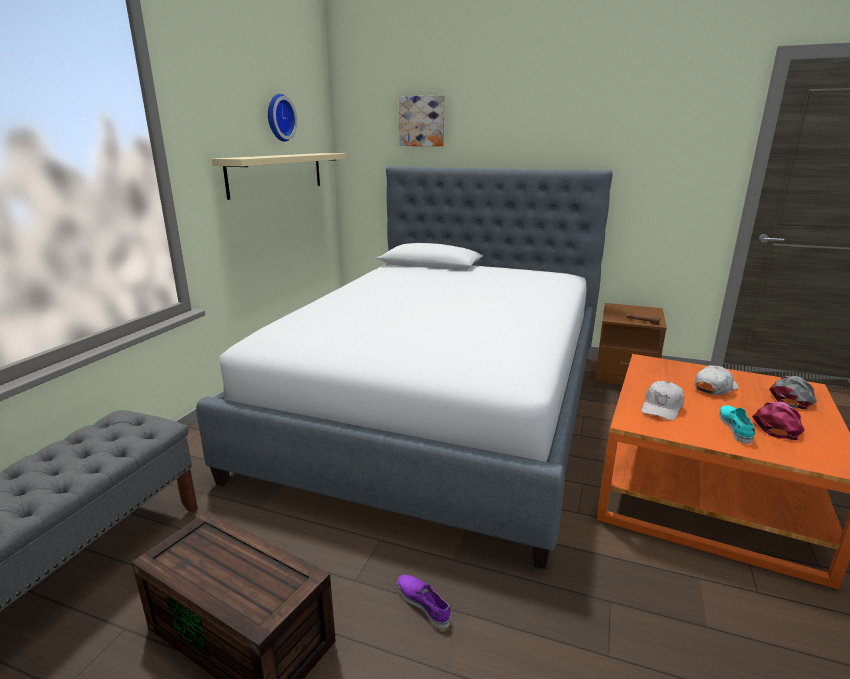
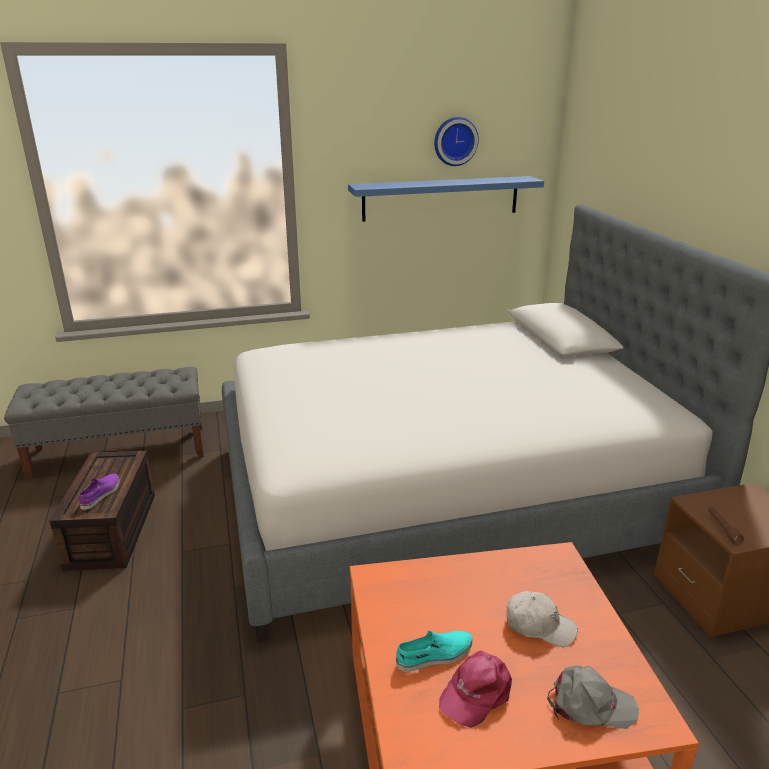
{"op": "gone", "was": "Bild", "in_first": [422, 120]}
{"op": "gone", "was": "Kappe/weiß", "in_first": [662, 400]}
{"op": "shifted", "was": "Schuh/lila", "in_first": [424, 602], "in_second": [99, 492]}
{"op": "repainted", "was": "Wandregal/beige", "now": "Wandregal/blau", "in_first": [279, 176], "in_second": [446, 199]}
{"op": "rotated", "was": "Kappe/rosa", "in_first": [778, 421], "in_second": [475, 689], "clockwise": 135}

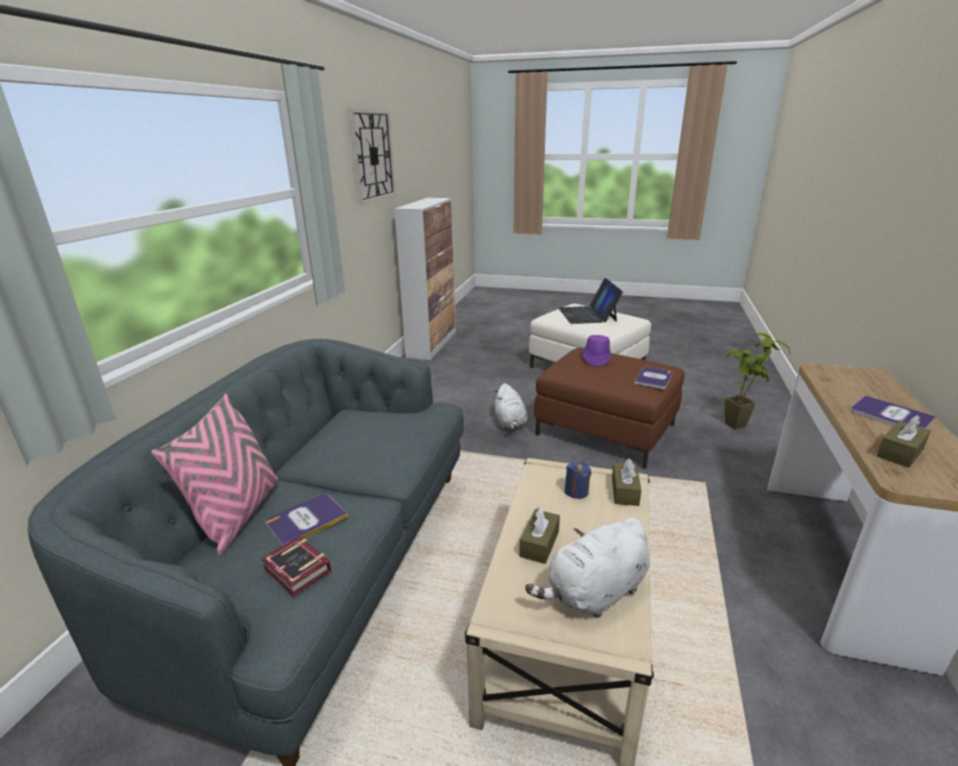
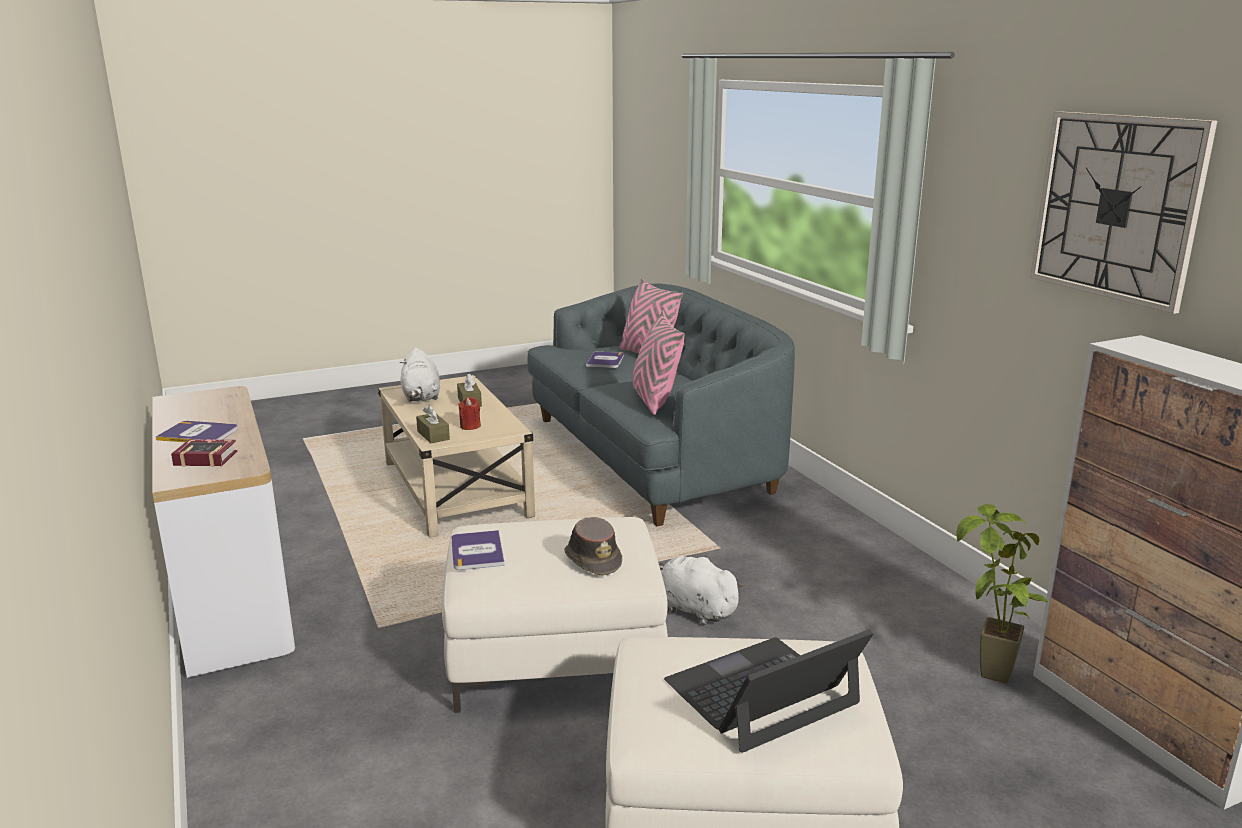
{"op": "gone", "was": "Taschentuchbox/braun", "in_first": [904, 441]}
{"op": "new", "now": "Kissen/rosa", "in_second": [658, 363]}
{"op": "shifted", "was": "Buch", "in_first": [297, 566], "in_second": [204, 453]}
{"op": "shifted", "was": "Topfpflanze", "in_first": [757, 381], "in_second": [1002, 594]}
{"op": "repainted", "was": "Polsterhocker/braun", "now": "Polsterhocker/weiß", "in_first": [609, 408], "in_second": [555, 615]}
{"op": "repainted", "was": "Kerze/blau", "now": "Kerze/rot", "in_first": [577, 480], "in_second": [469, 413]}
{"op": "repainted", "was": "Hut/lila", "now": "Hut/braun", "in_first": [597, 350], "in_second": [593, 546]}
{"op": "rotated", "was": "Plüschtier/weiß", "in_first": [587, 568], "in_second": [420, 375], "clockwise": 150}
{"op": "rotated", "was": "Laptop", "in_first": [591, 301], "in_second": [768, 691], "clockwise": -75}

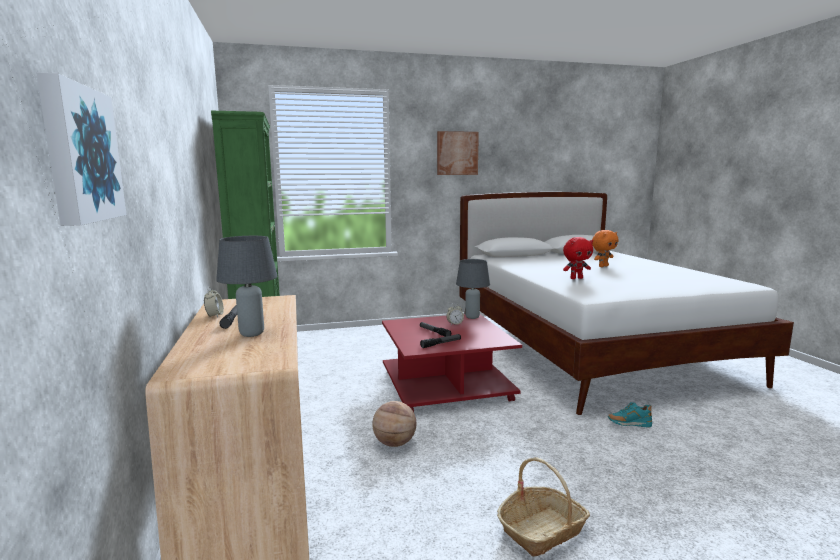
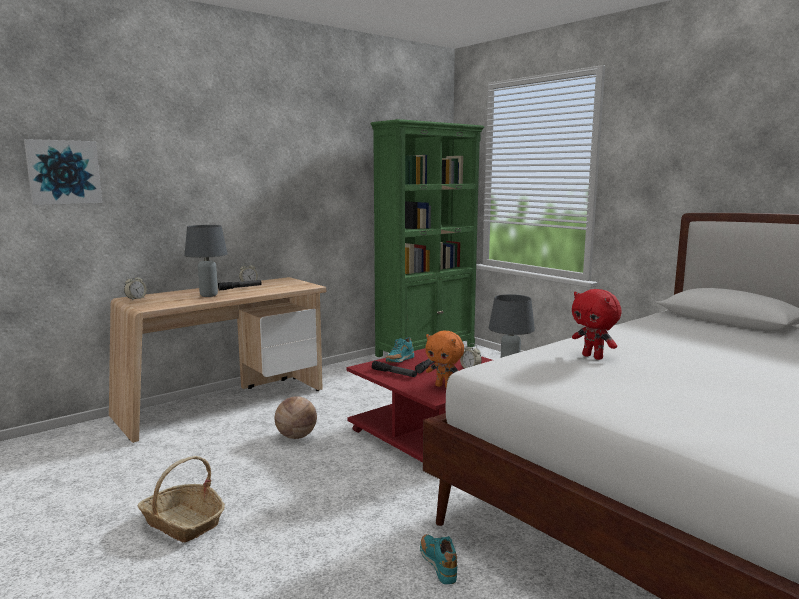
{"op": "gone", "was": "Bild", "in_first": [458, 153]}
{"op": "new", "now": "Wecker", "in_second": [135, 287]}
{"op": "new", "now": "Schuh/türkis", "in_second": [400, 350]}
{"op": "shifted", "was": "Plüschtier/orange", "in_first": [605, 248], "in_second": [444, 359]}

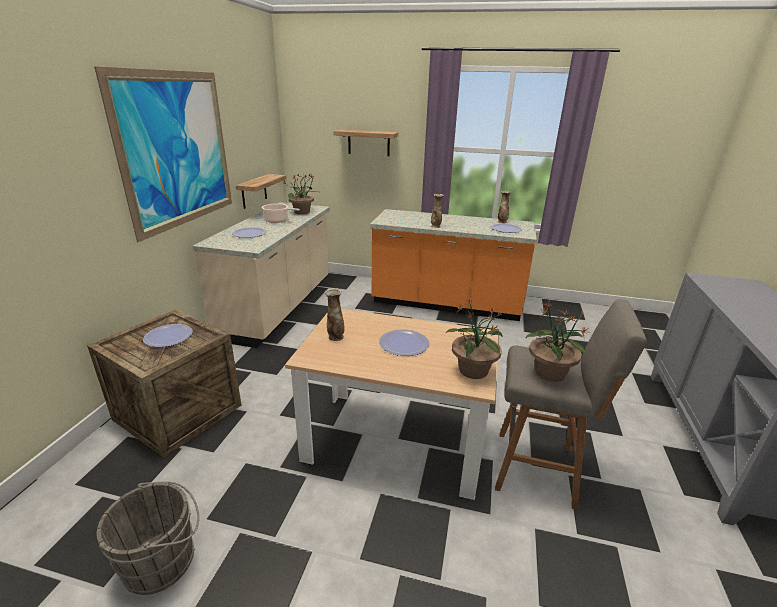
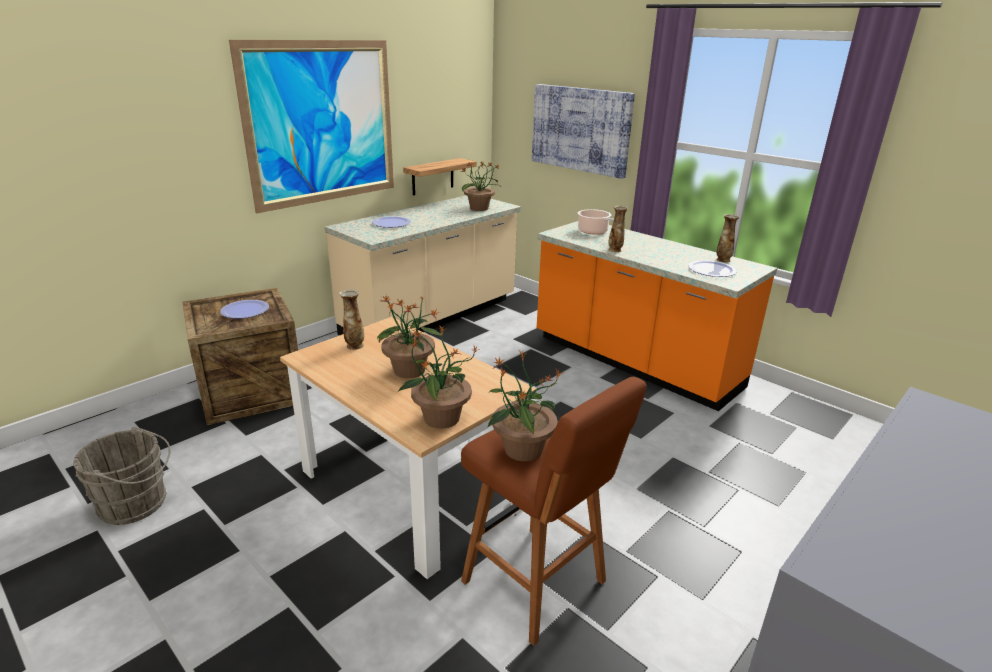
{"op": "shifted", "was": "Kochtopf", "in_first": [281, 213], "in_second": [596, 221]}
{"op": "swapped", "was": "Wandregal", "now": "Bild", "in_first": [365, 142], "in_second": [583, 131]}
{"op": "swapped", "was": "Teller", "now": "Topfpflanze", "in_first": [404, 342], "in_second": [409, 336]}
{"op": "repainted", "was": "Hocker/grau", "now": "Hocker/braun", "in_first": [571, 404], "in_second": [554, 511]}

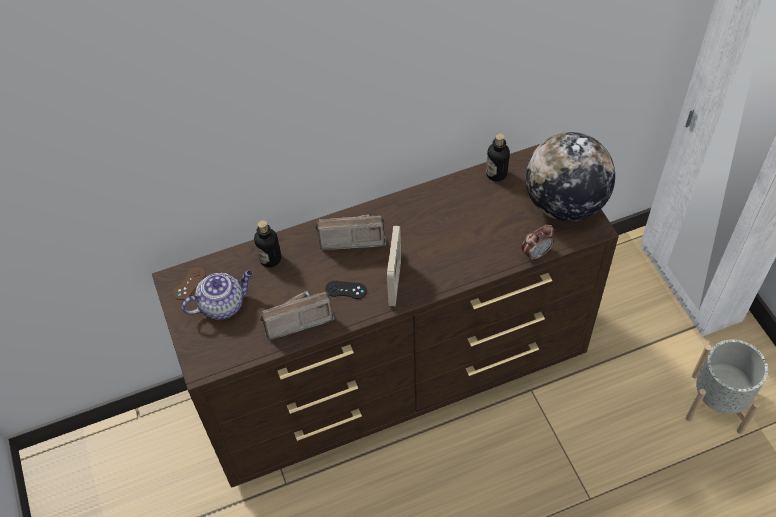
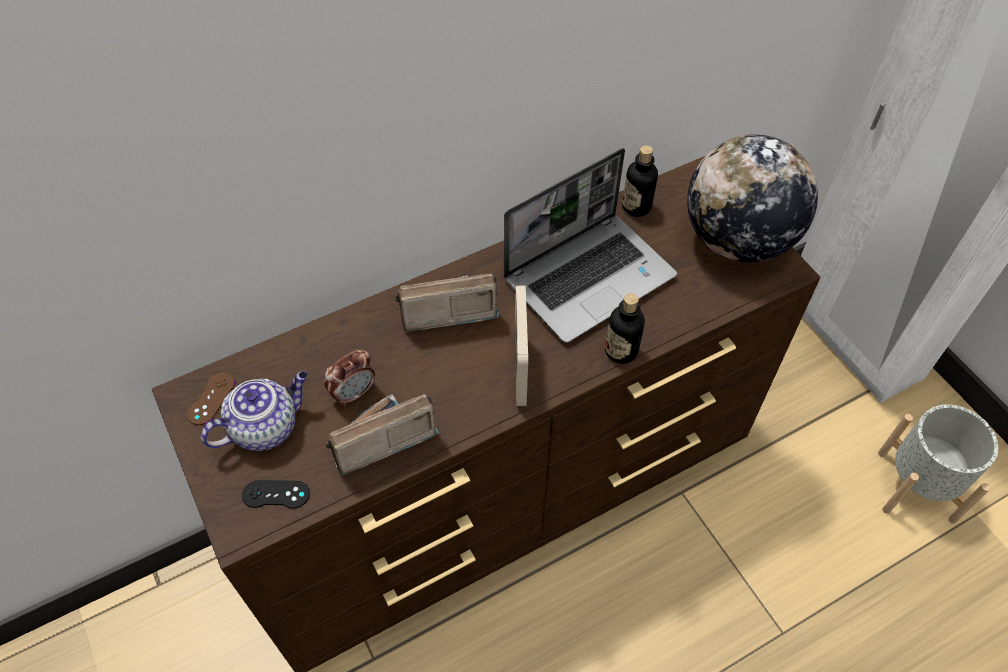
{"op": "new", "now": "Laptop", "in_second": [590, 245]}
{"op": "shifted", "was": "Flasche", "in_first": [267, 243], "in_second": [625, 328]}
{"op": "shifted", "was": "Gamepad/schwarz", "in_first": [346, 290], "in_second": [276, 494]}
{"op": "shifted", "was": "Wecker", "in_first": [537, 243], "in_second": [349, 377]}

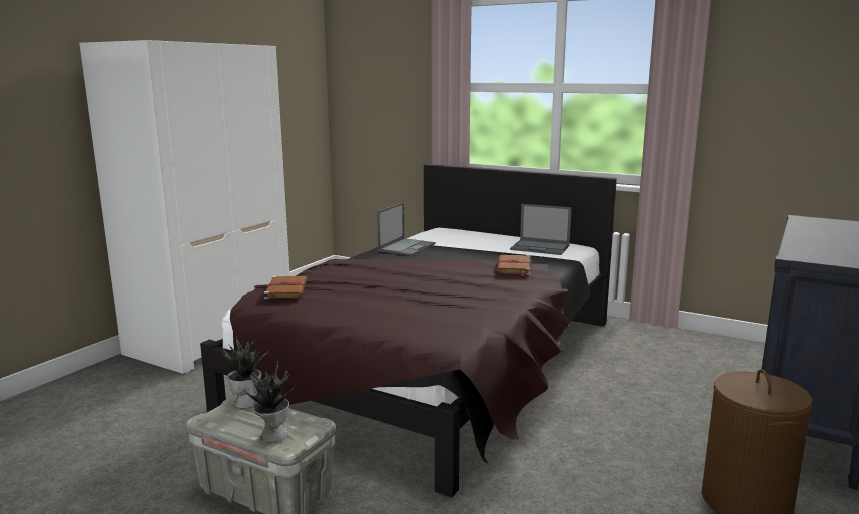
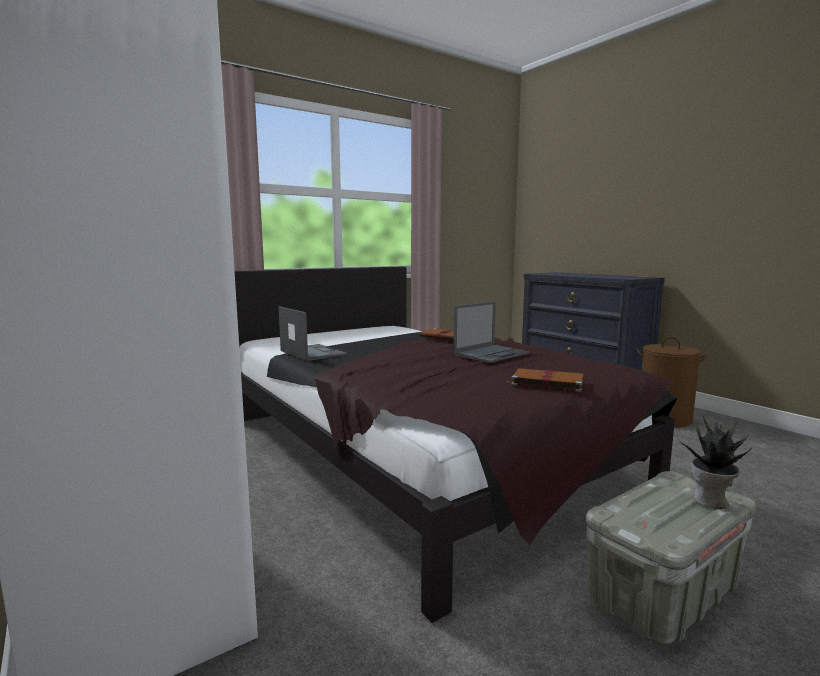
{"op": "gone", "was": "Topfpflanze", "in_first": [246, 372]}
{"op": "shifted", "was": "Buch/braun", "in_first": [286, 287], "in_second": [545, 380]}
{"op": "shifted", "was": "Laptop", "in_first": [541, 229], "in_second": [491, 332]}

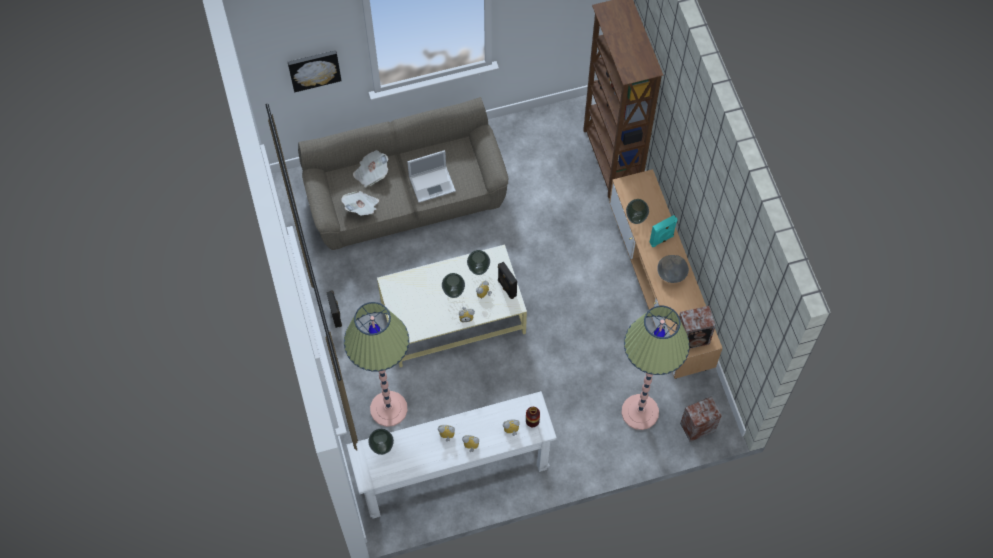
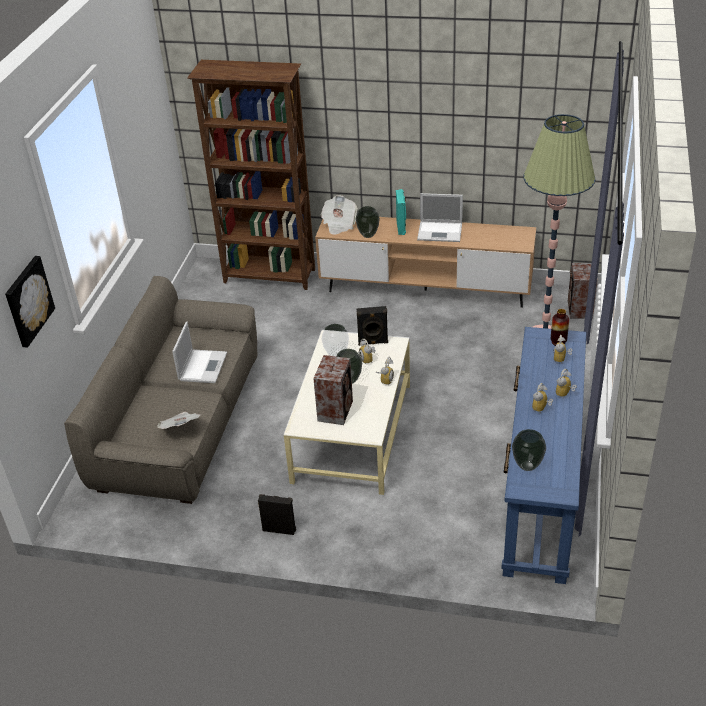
{"op": "gone", "was": "Stehlampe", "in_first": [376, 364]}
{"op": "shifted", "was": "Zeitung", "in_first": [371, 168], "in_second": [339, 215]}
{"op": "shifted", "was": "Lautsprecher", "in_first": [695, 327], "in_second": [333, 390]}
{"op": "swapped", "was": "Schüssel/grau", "now": "Laptop", "in_first": [673, 269], "in_second": [440, 217]}
{"op": "repainted", "was": "Konsolentisch/weiß", "now": "Konsolentisch/blau", "in_first": [451, 455], "in_second": [544, 455]}

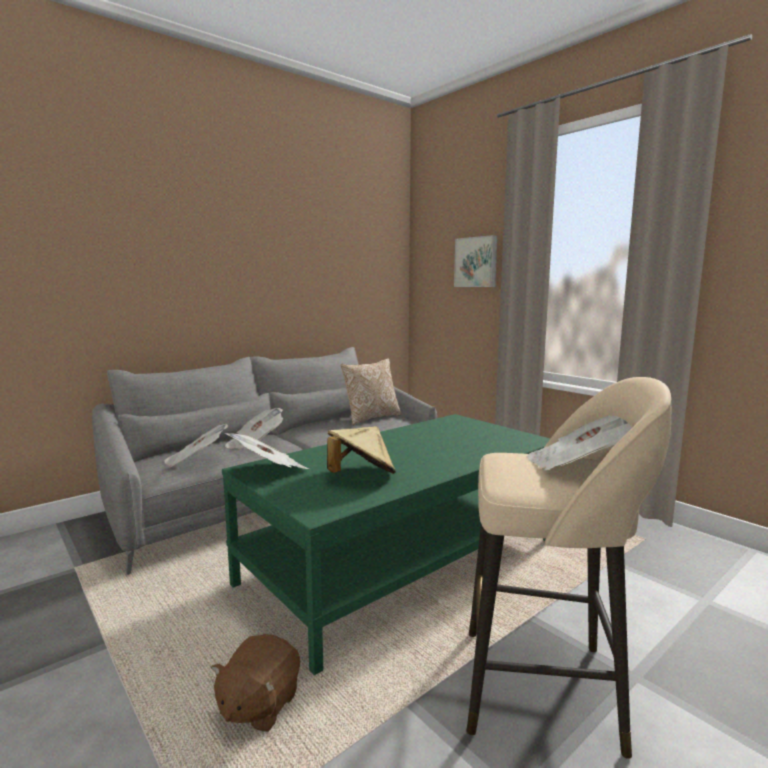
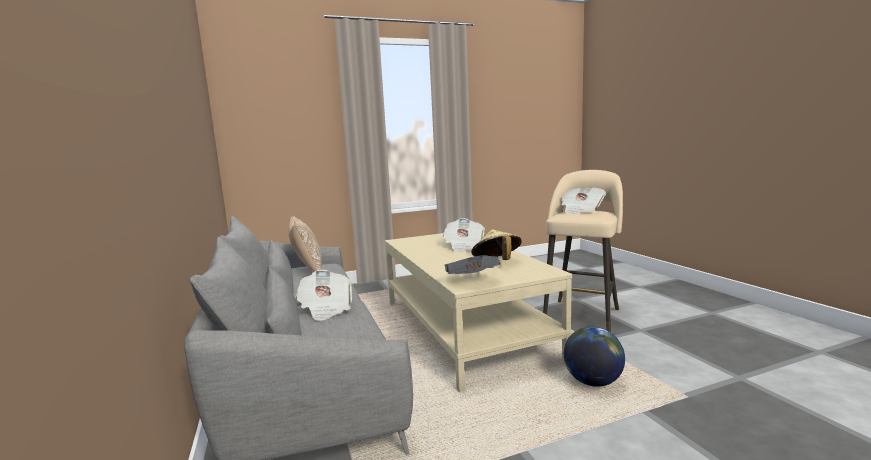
{"op": "gone", "was": "Bild", "in_first": [475, 261]}
{"op": "shifted", "was": "Zeitung", "in_first": [196, 446], "in_second": [464, 235]}
{"op": "swapped", "was": "Plüschtier/braun", "now": "Globus", "in_first": [255, 683], "in_second": [594, 356]}
{"op": "repainted", "was": "Couchtisch/grün", "now": "Couchtisch/beige", "in_first": [386, 544], "in_second": [478, 313]}

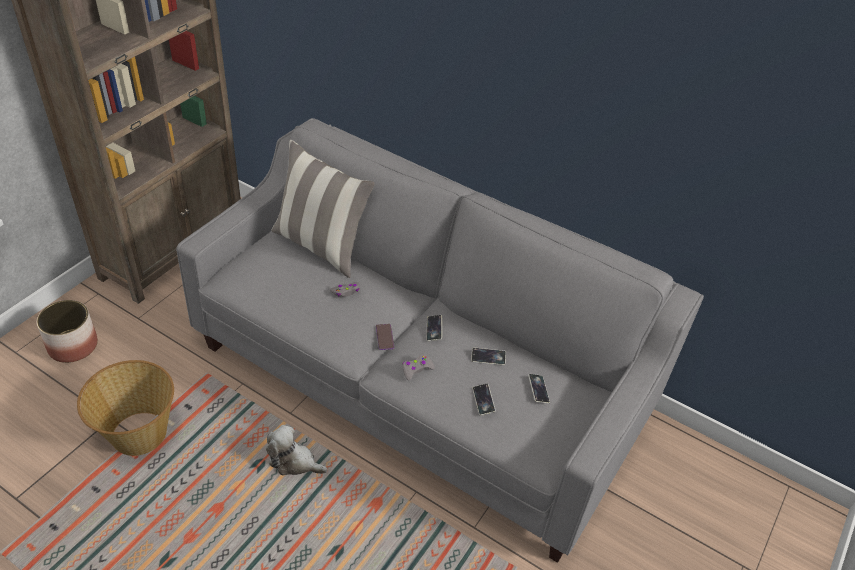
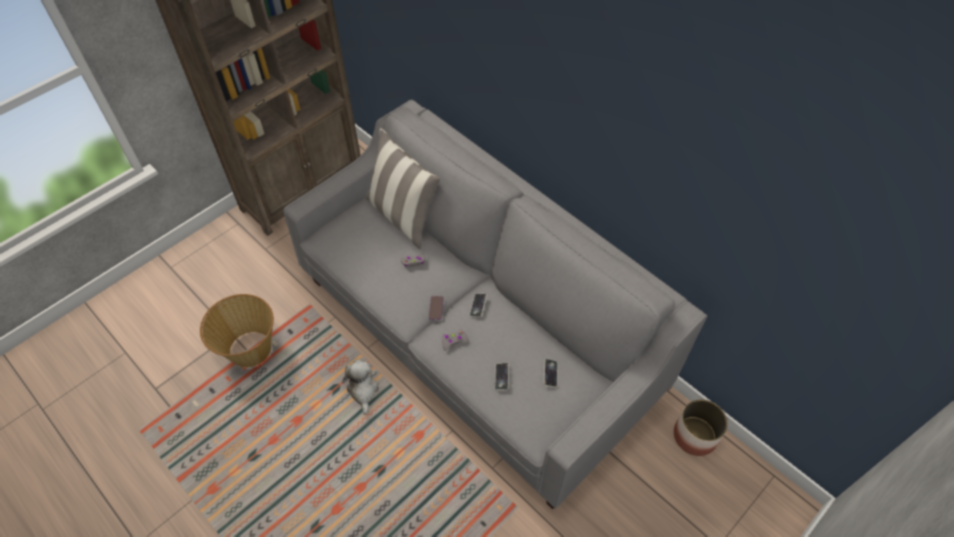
{"op": "gone", "was": "Handy", "in_first": [488, 356]}
{"op": "shifted", "was": "Pflanzkübel", "in_first": [67, 331], "in_second": [701, 427]}
{"op": "rotated", "was": "Plüschtier", "in_first": [296, 450], "in_second": [360, 387], "clockwise": 45}

